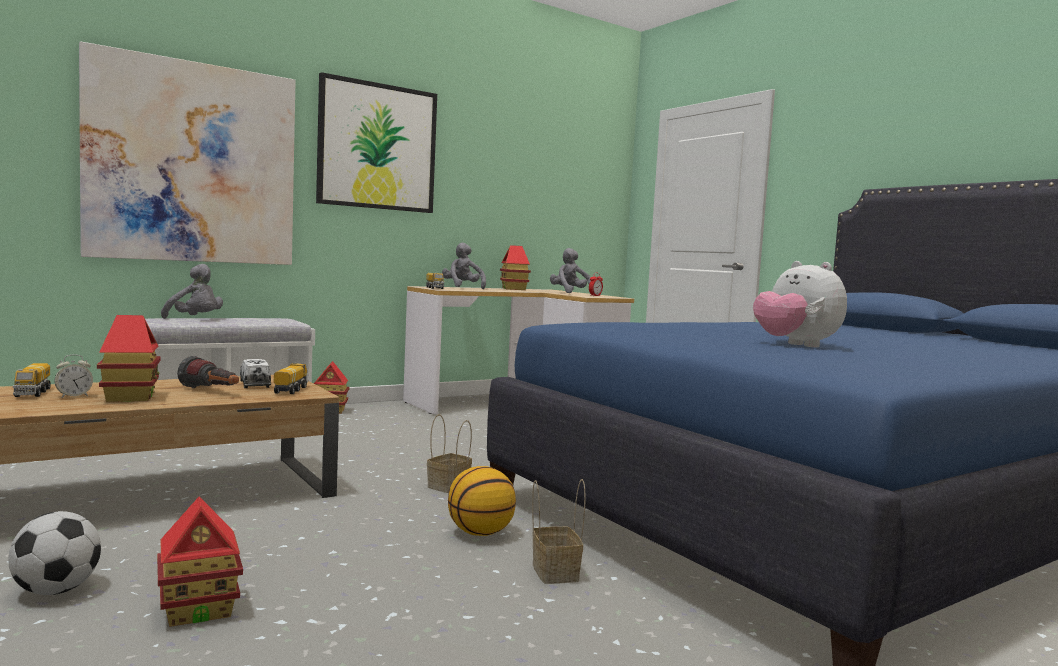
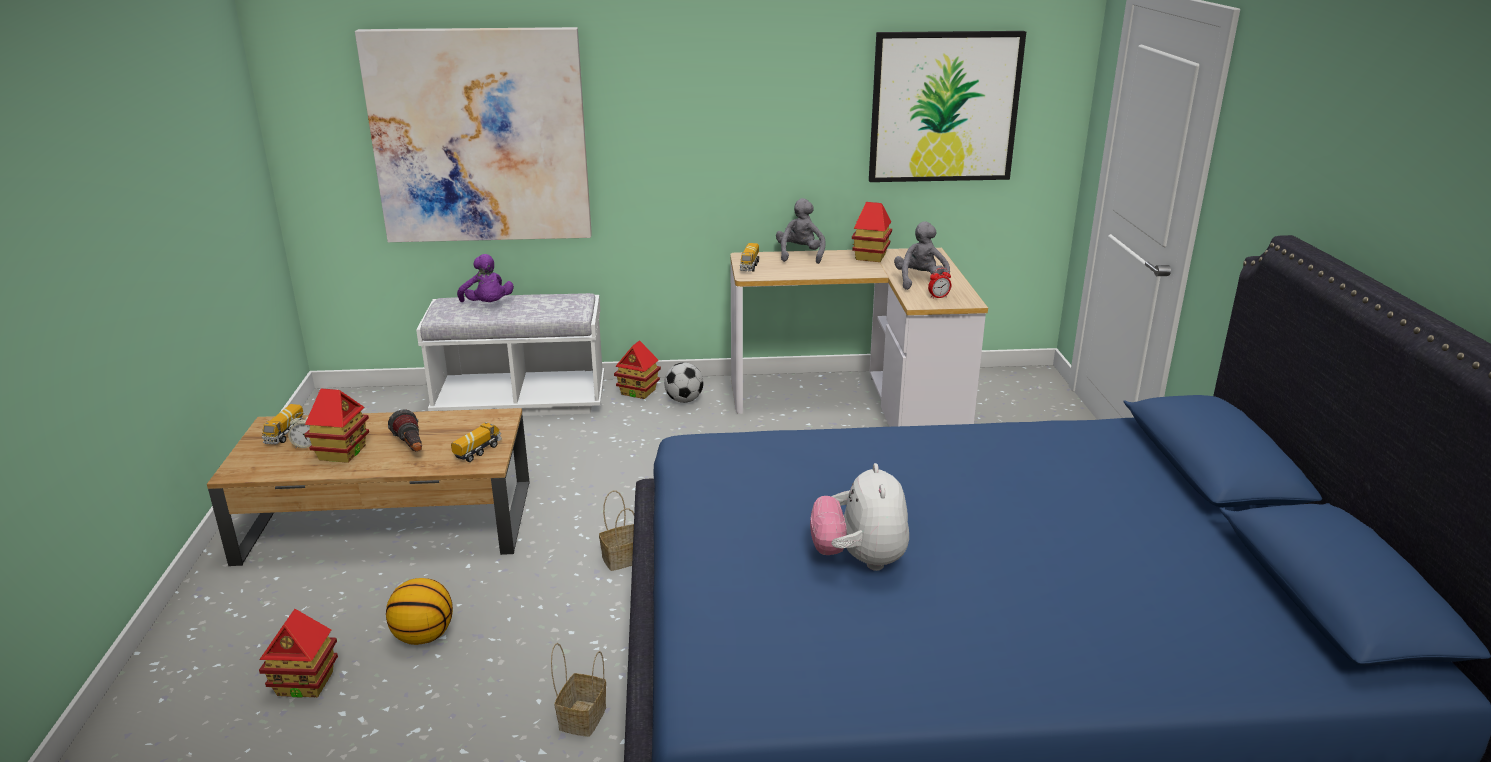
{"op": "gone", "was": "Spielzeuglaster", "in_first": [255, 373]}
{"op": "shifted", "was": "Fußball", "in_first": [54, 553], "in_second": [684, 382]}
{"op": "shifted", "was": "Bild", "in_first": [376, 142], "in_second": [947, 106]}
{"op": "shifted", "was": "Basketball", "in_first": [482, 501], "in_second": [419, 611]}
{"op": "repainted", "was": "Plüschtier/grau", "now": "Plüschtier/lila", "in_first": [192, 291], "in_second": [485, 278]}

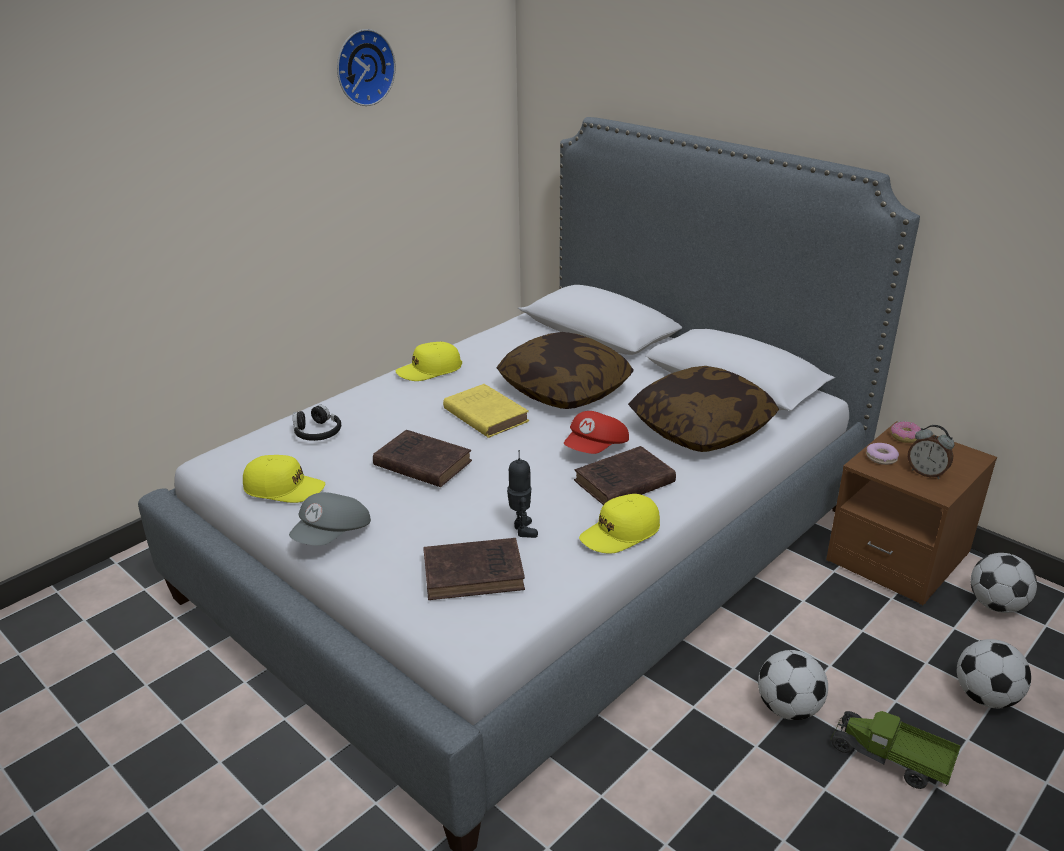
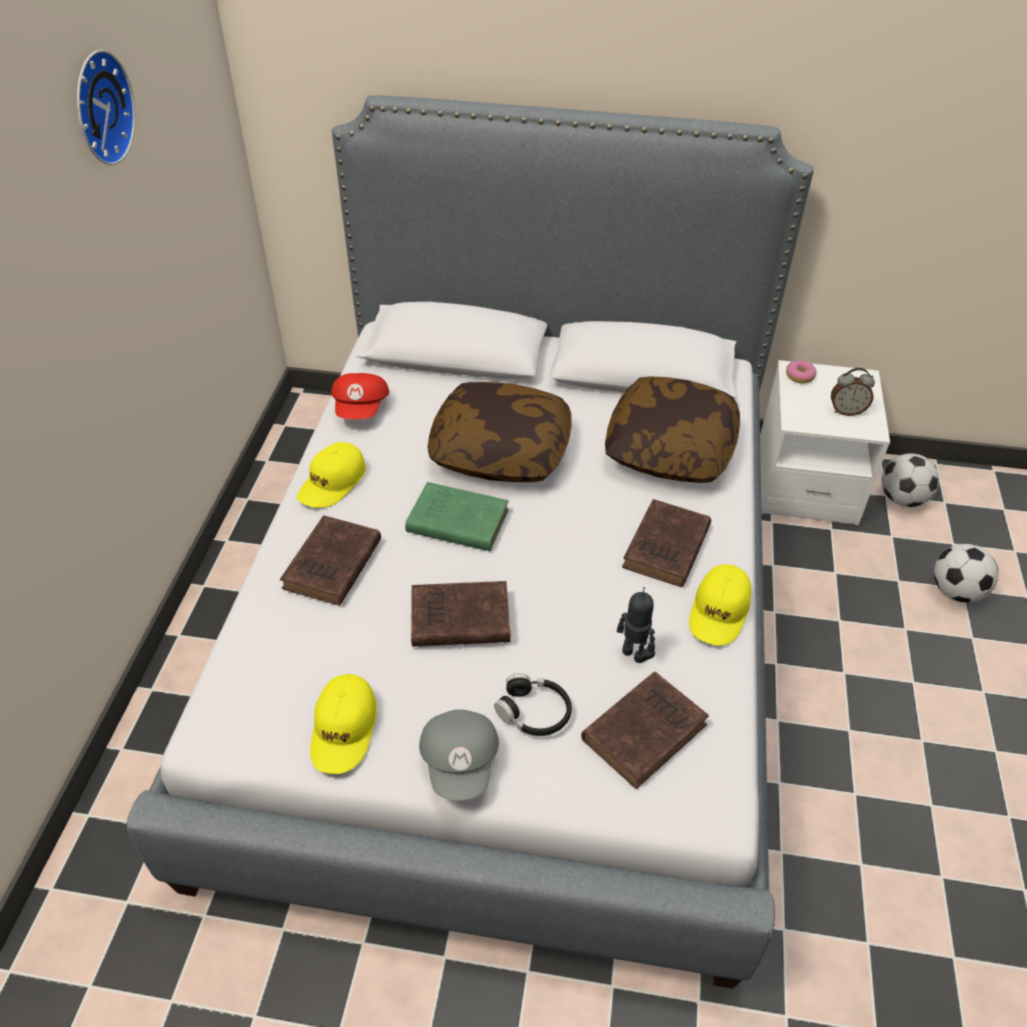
{"op": "gone", "was": "Fußball", "in_first": [793, 685]}
{"op": "gone", "was": "Spielzeuglaster", "in_first": [895, 750]}
{"op": "gone", "was": "Donut", "in_first": [882, 454]}
{"op": "new", "now": "Buch/braun", "in_second": [330, 560]}
{"op": "shifted", "was": "Kopfhörer/schwarz", "in_first": [317, 422], "in_second": [533, 704]}
{"op": "shifted", "was": "Kappe/rot", "in_first": [596, 432], "in_second": [360, 396]}
{"op": "repainted", "was": "Buch/gelb", "now": "Buch/grün", "in_first": [486, 411], "in_second": [457, 516]}
{"op": "repainted", "was": "Nachttisch/braun", "now": "Nachttisch/weiß", "in_first": [911, 513], "in_second": [825, 442]}
{"op": "rotated", "was": "Kappe/gelb", "in_first": [284, 479], "in_second": [343, 724], "clockwise": 120}

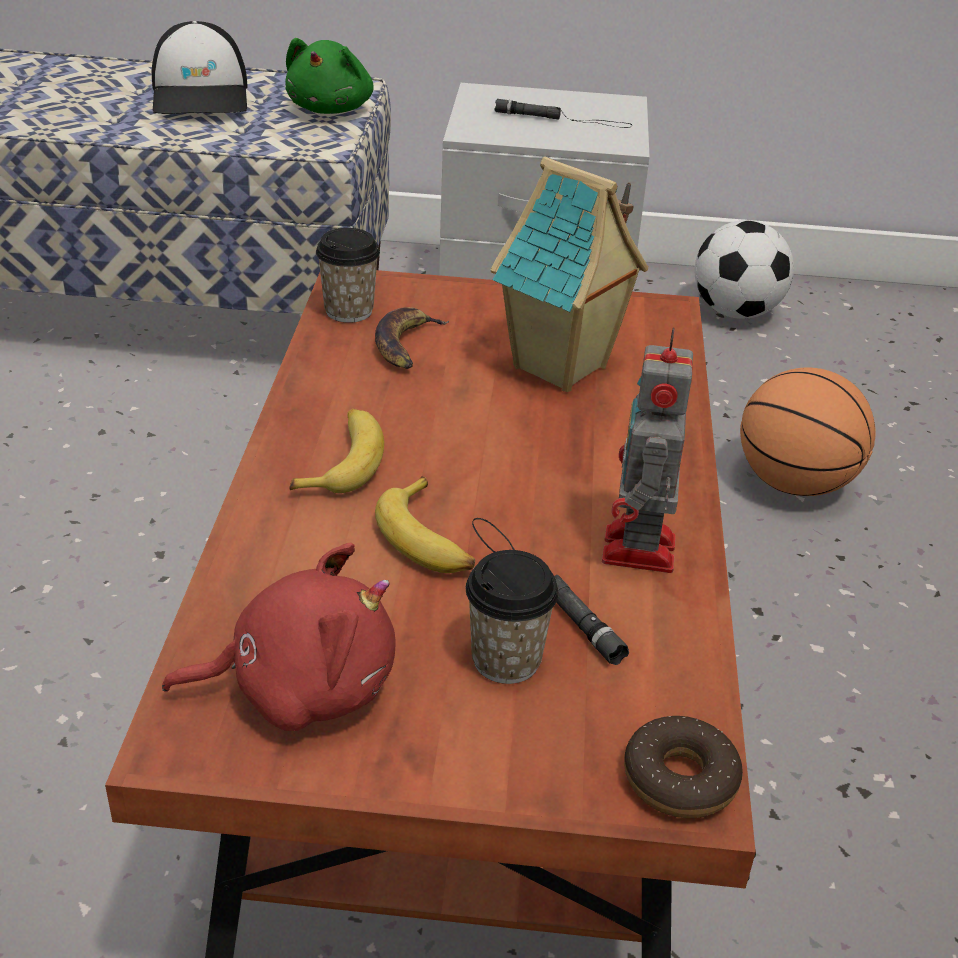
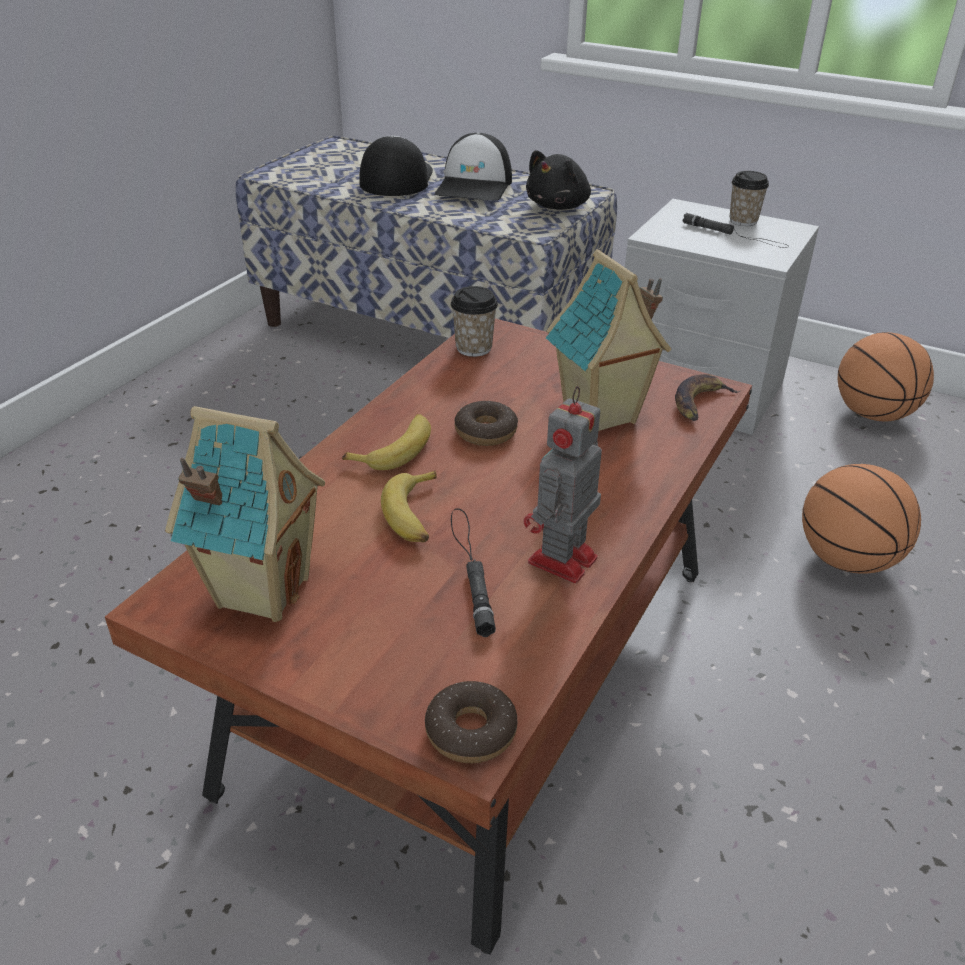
{"op": "new", "now": "Kappe", "in_second": [396, 165]}
{"op": "new", "now": "Donut", "in_second": [486, 423]}
{"op": "shifted", "was": "Banane", "in_first": [412, 338], "in_second": [707, 397]}
{"op": "shifted", "was": "Tasse", "in_first": [512, 617], "in_second": [749, 198]}
{"op": "swapped", "was": "Plüschtier/rot", "now": "Spielzeughaus", "in_first": [278, 637], "in_second": [245, 514]}
{"op": "swapped", "was": "Fußball", "now": "Basketball", "in_first": [744, 269], "in_second": [886, 376]}
{"op": "repainted", "was": "Plüschtier/grün", "now": "Plüschtier/schwarz", "in_first": [329, 76], "in_second": [558, 180]}

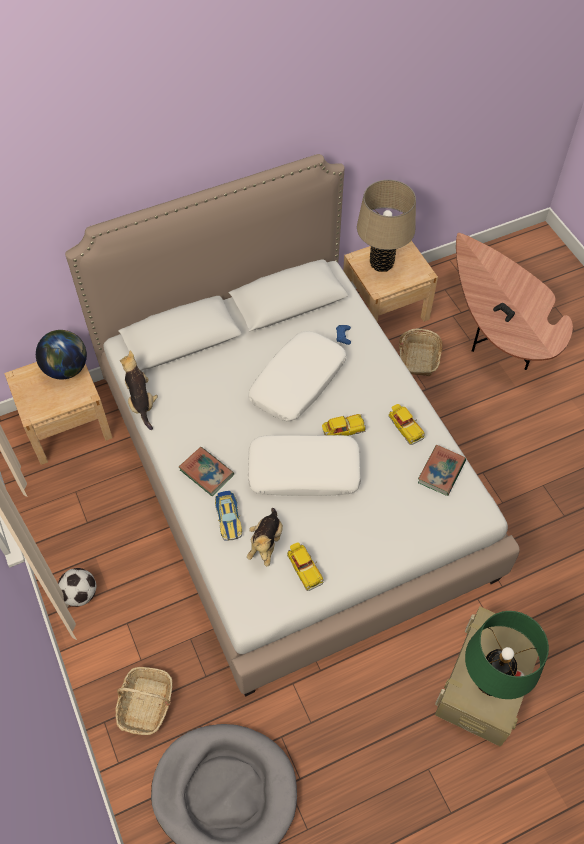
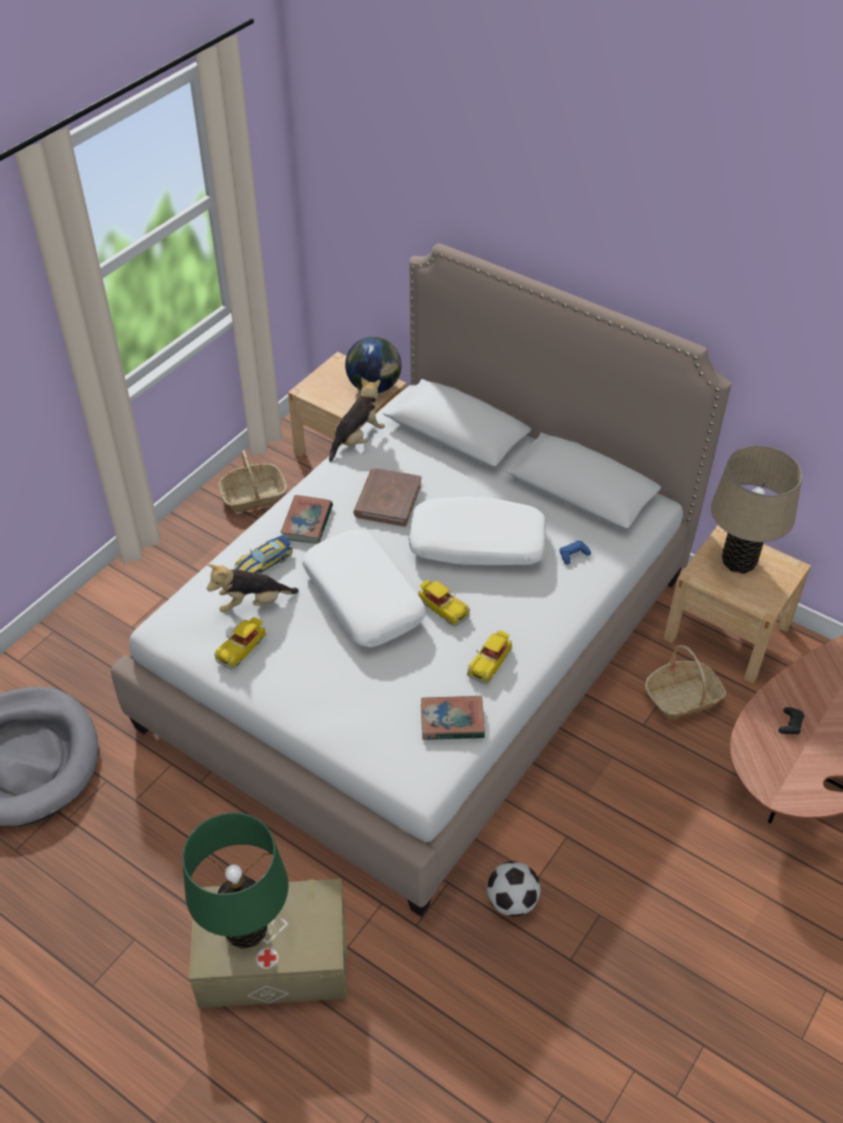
{"op": "new", "now": "Buch/braun", "in_second": [387, 497]}
{"op": "shifted", "was": "Fußball", "in_first": [77, 587], "in_second": [514, 889]}
{"op": "shifted", "was": "Korb", "in_first": [143, 701], "in_second": [252, 481]}

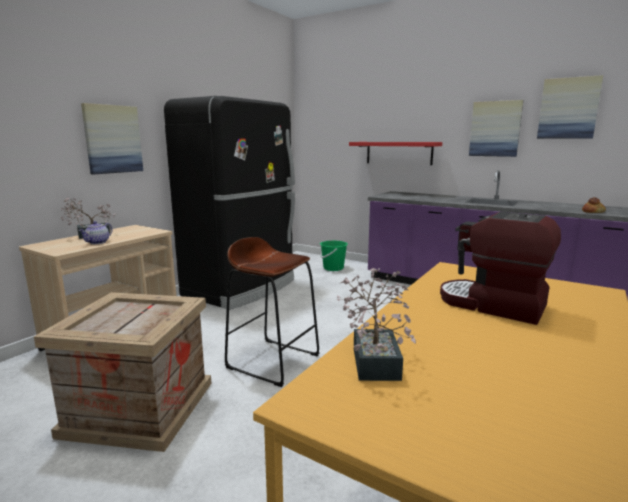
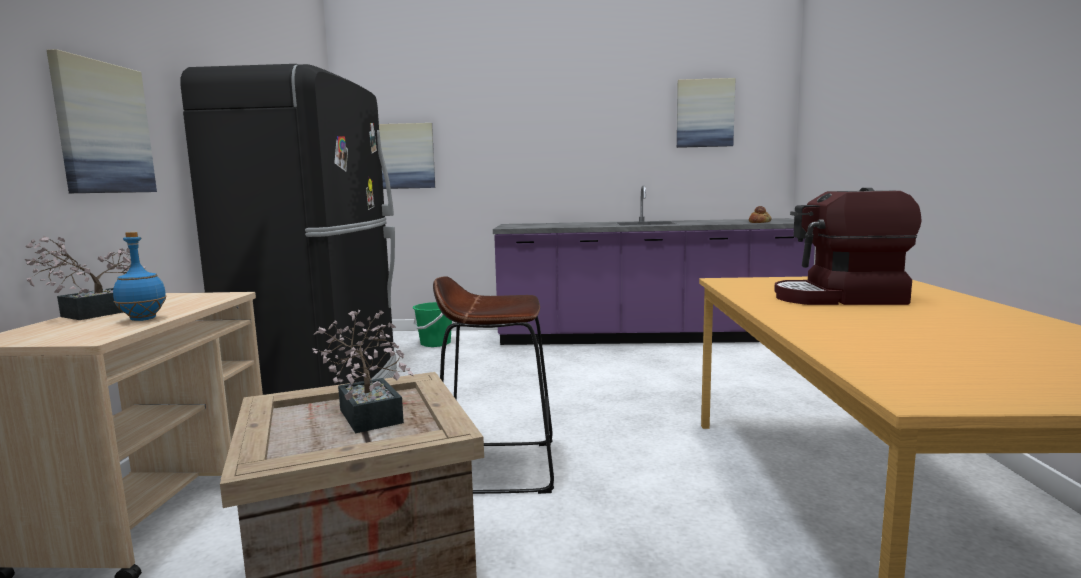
{"op": "gone", "was": "Wandregal/rot", "in_first": [395, 153]}
{"op": "shifted", "was": "Topfpflanze", "in_first": [376, 324], "in_second": [363, 371]}
{"op": "shifted", "was": "Bild", "in_first": [496, 128], "in_second": [407, 156]}
{"op": "swapped", "was": "Teekanne", "now": "Flasche/blau", "in_first": [95, 232], "in_second": [139, 276]}

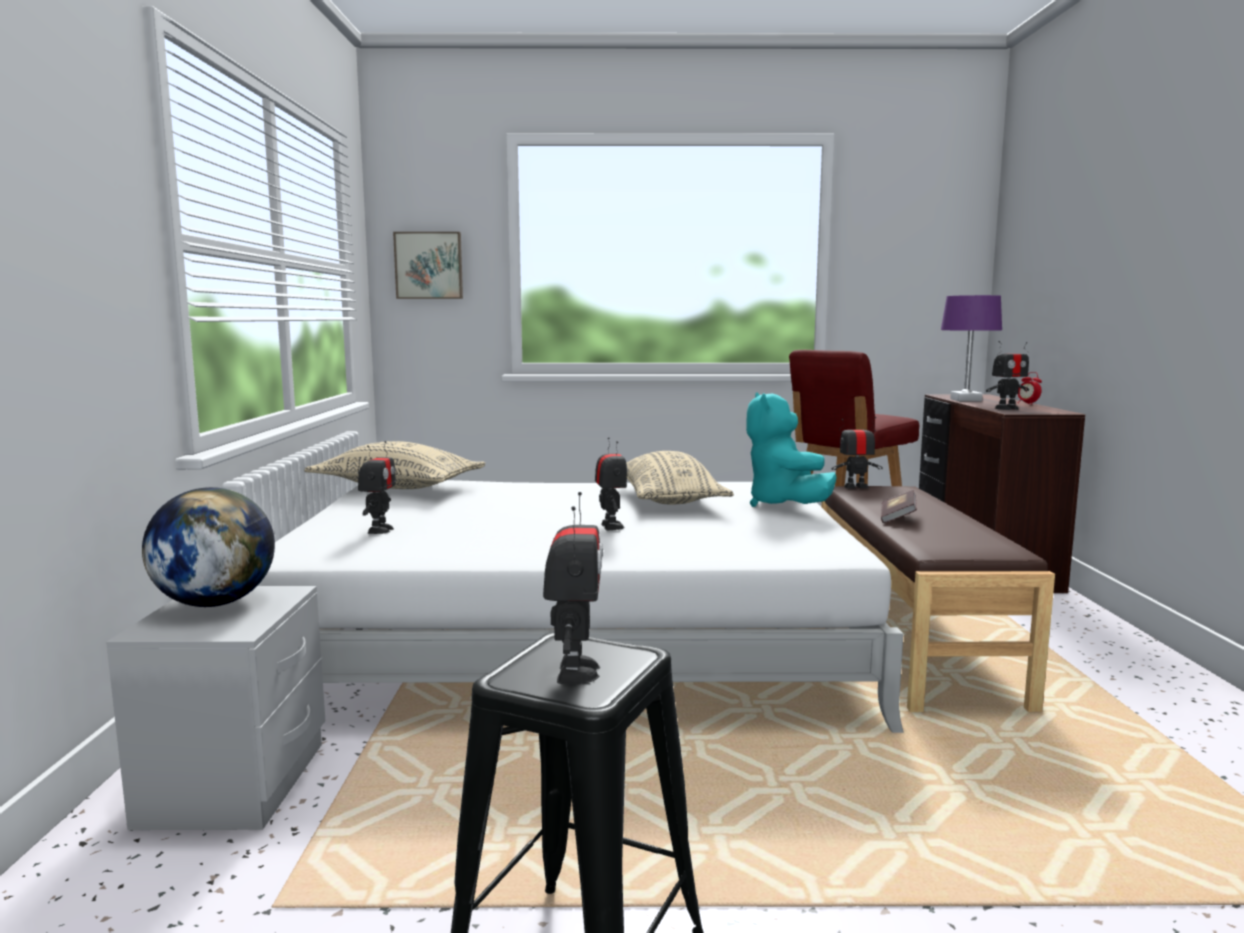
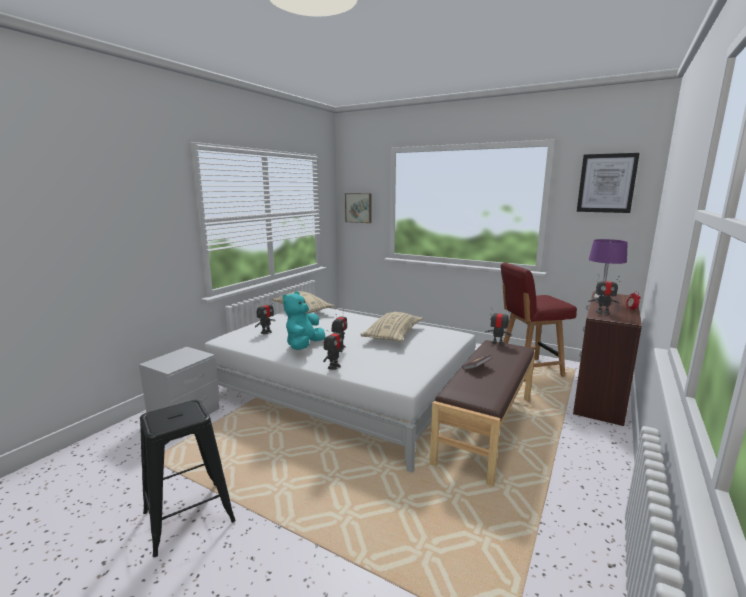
{"op": "gone", "was": "Globus", "in_first": [208, 547]}
{"op": "new", "now": "Bild", "in_second": [608, 183]}
{"op": "shifted", "was": "Spielzeugroboter", "in_first": [573, 588], "in_second": [333, 347]}
{"op": "shifted", "was": "Plüschtier/türkis", "in_first": [791, 449], "in_second": [304, 320]}

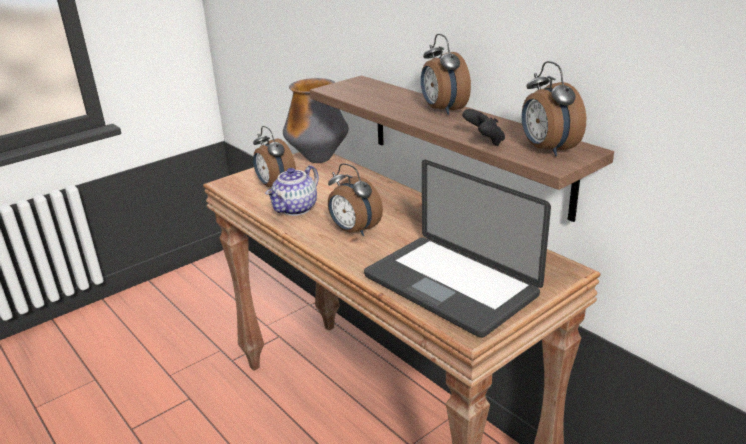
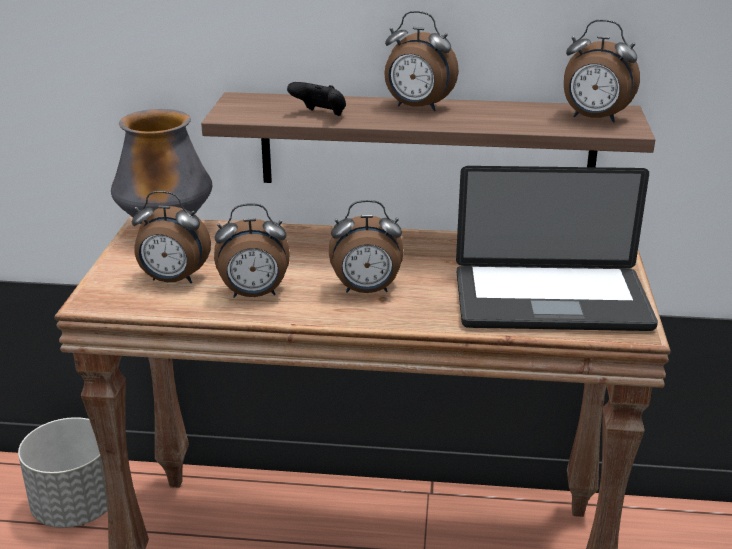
{"op": "new", "now": "Pflanzkübel/grau", "in_second": [63, 472]}
{"op": "shifted", "was": "Gamepad/schwarz", "in_first": [483, 127], "in_second": [316, 99]}
{"op": "swapped", "was": "Teekanne", "now": "Wecker", "in_first": [292, 190], "in_second": [252, 250]}

